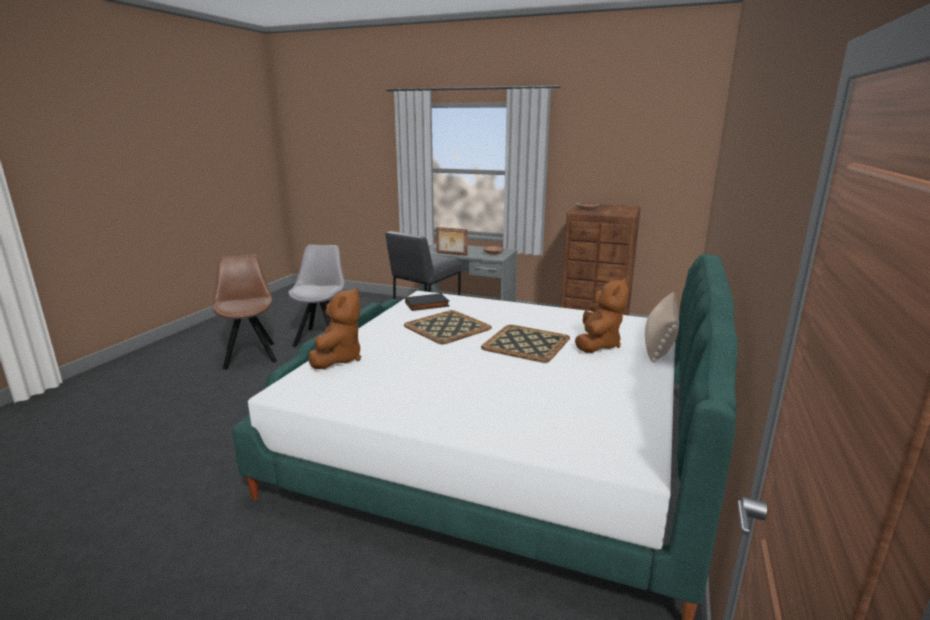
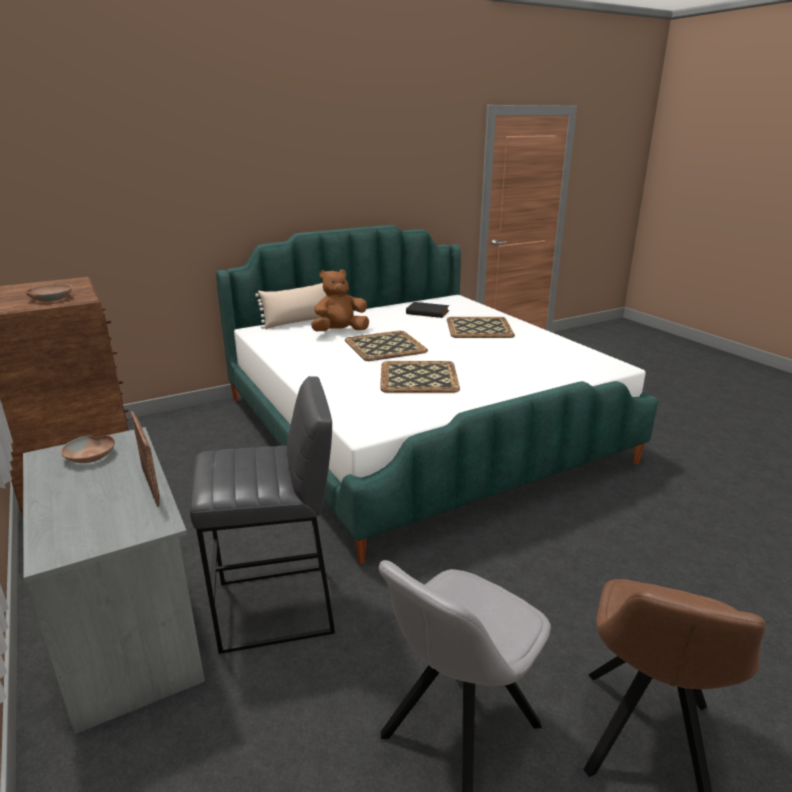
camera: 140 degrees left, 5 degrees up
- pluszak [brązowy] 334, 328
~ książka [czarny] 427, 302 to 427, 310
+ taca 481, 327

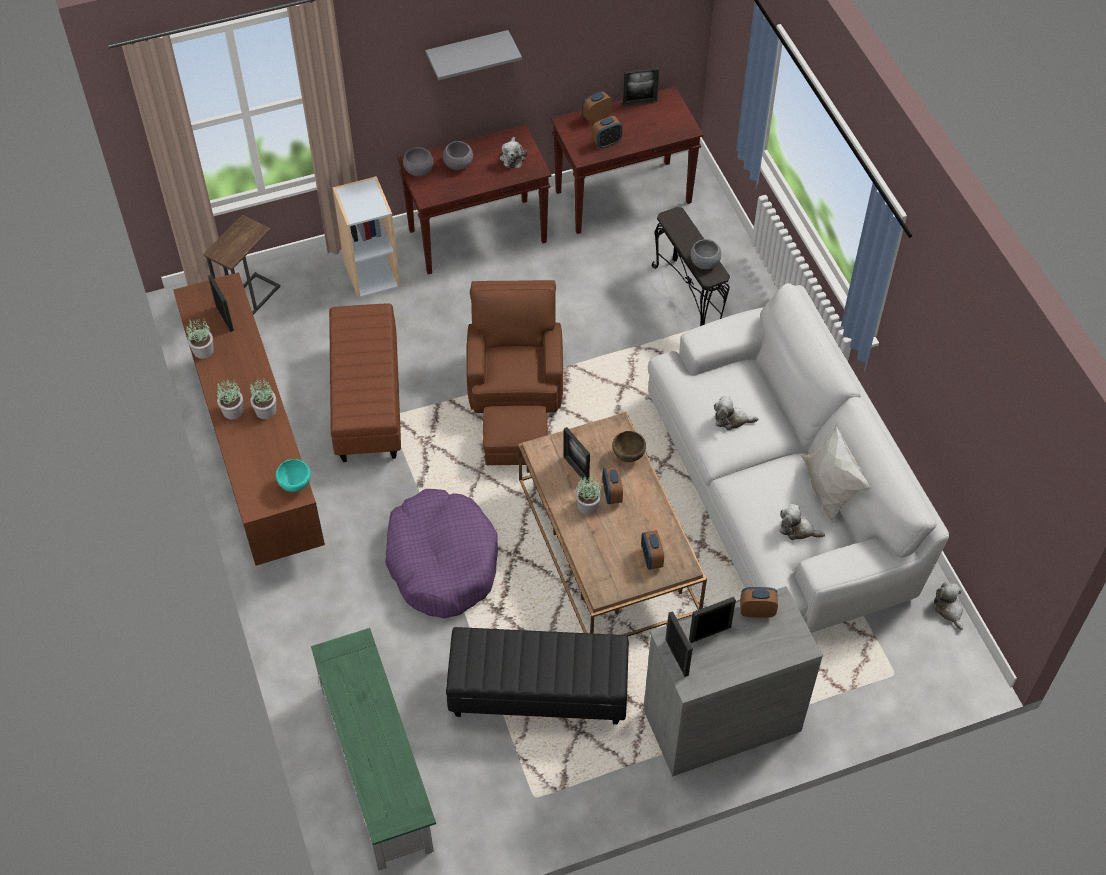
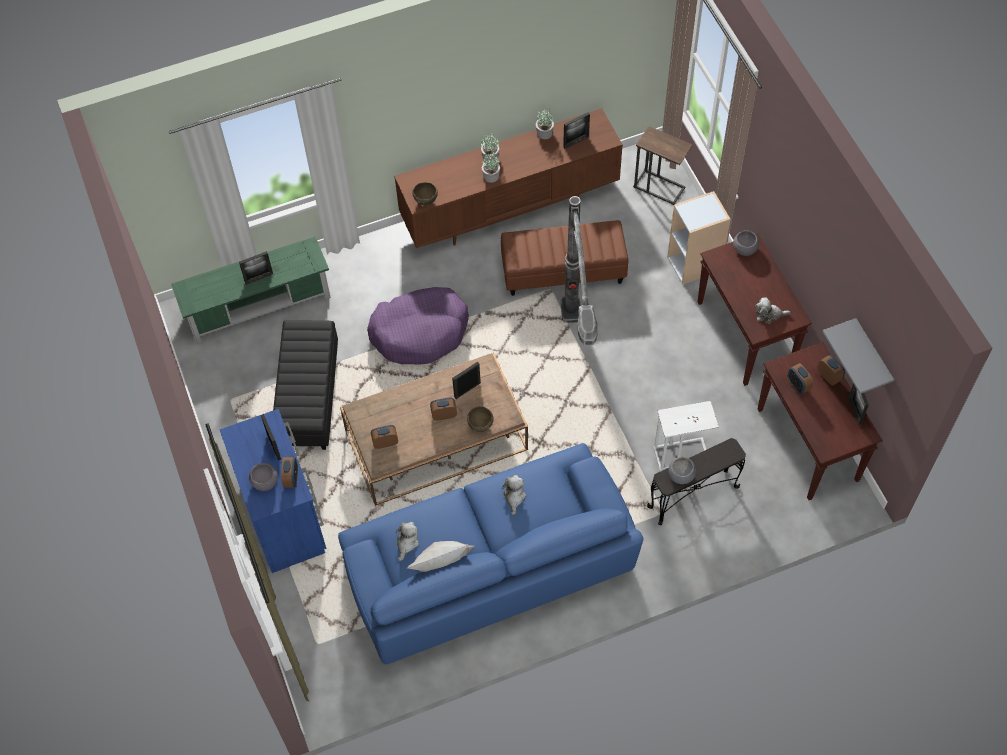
camera: 90 degrees right, 5 degrees up
~ miska [turkusowy] 293, 475 to miska [brązowy] 425, 193
~ półka [szary] 473, 55 to 858, 356
~ miska [szary] 458, 155 to 263, 477
~ fotel [brązowy] 514, 372 to lampa stojąca 579, 271
- roślina doniczkowa 588, 494
~ komoda [szary] 733, 681 to komoda [niebieski] 273, 491
~ kanapa [biały] 798, 458 to kanapa [niebieski] 490, 553
~ ramka na zdjęcie 679, 644 to 256, 268
- pluszak 948, 606
+ stolik [biały] 686, 436

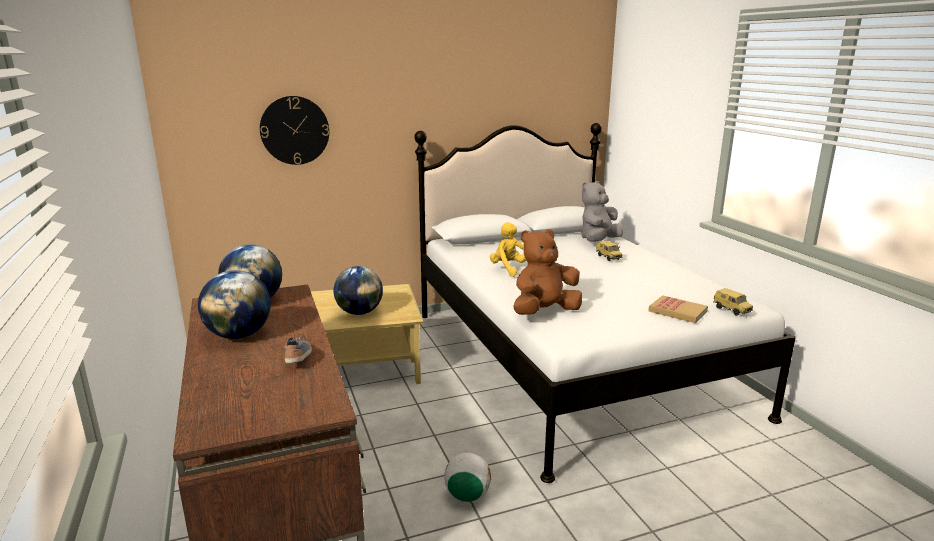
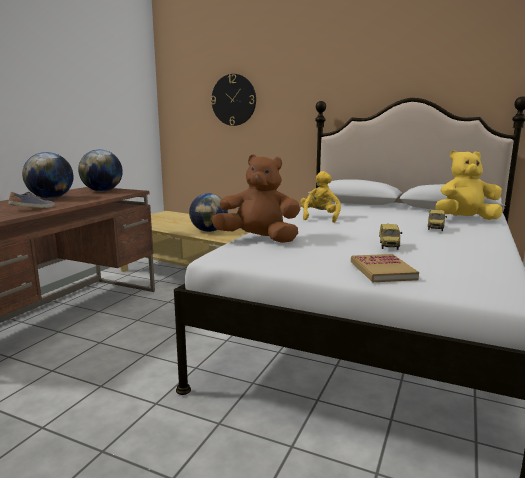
camera: 45 degrees right, 5 degrees down
- piłka futbolowa 467, 477
~ pluszak [szary] 602, 211 to pluszak [żółty] 469, 185
~ samochodzik 733, 302 to 390, 237

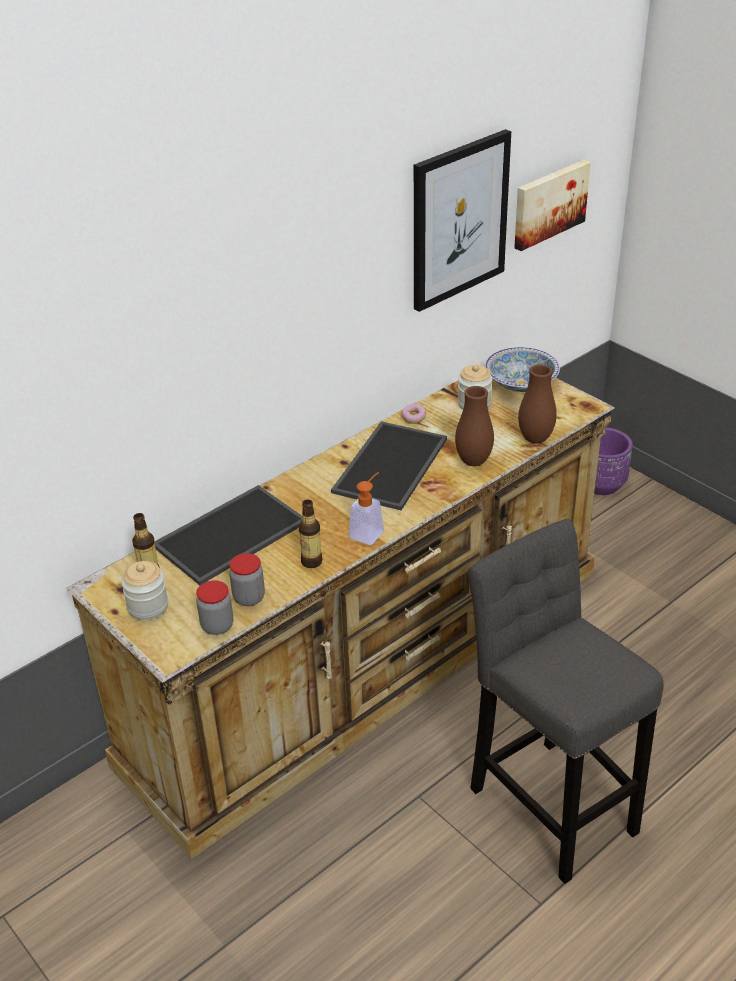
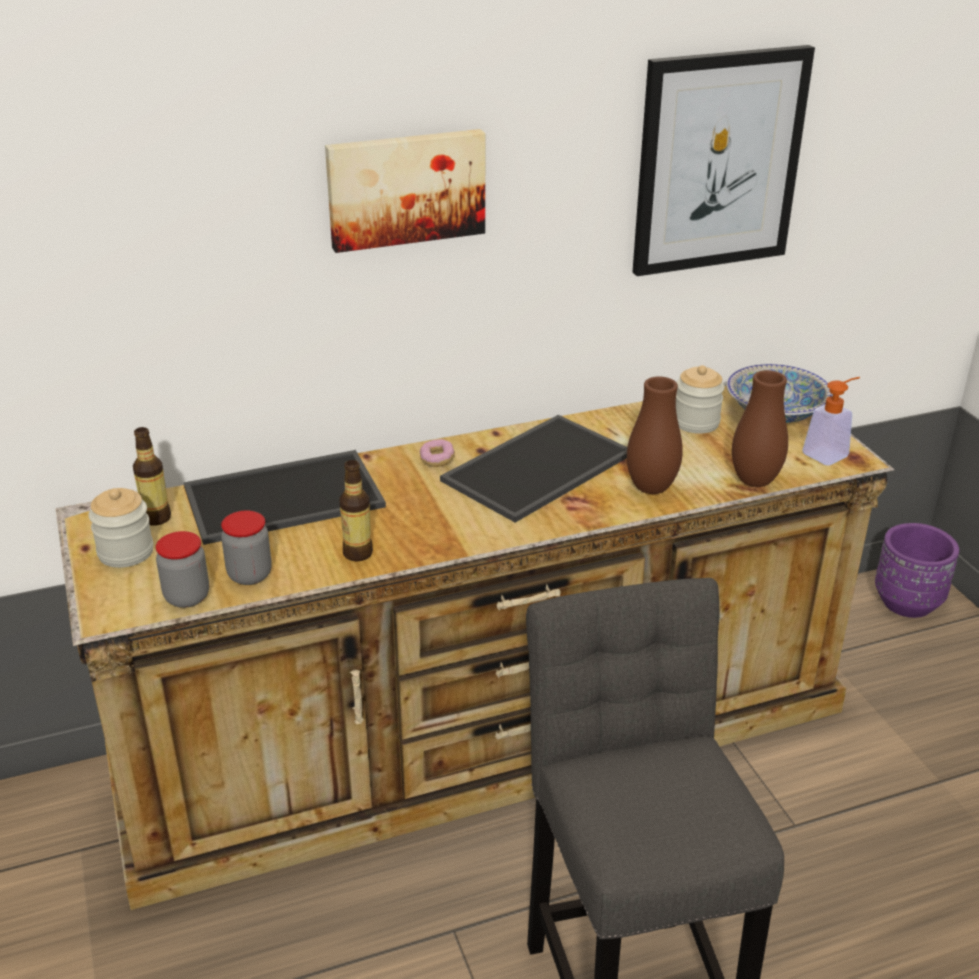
camera: 20 degrees right, 5 degrees down
~ dozownik mydła 366, 508 to 831, 421
~ donut 414, 414 to 437, 453
~ obraz 552, 205 to 405, 191

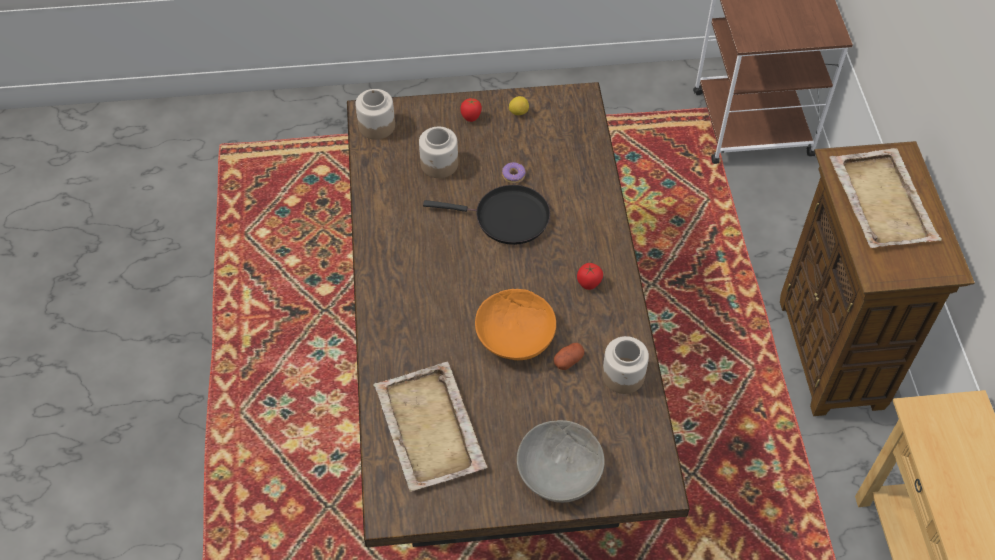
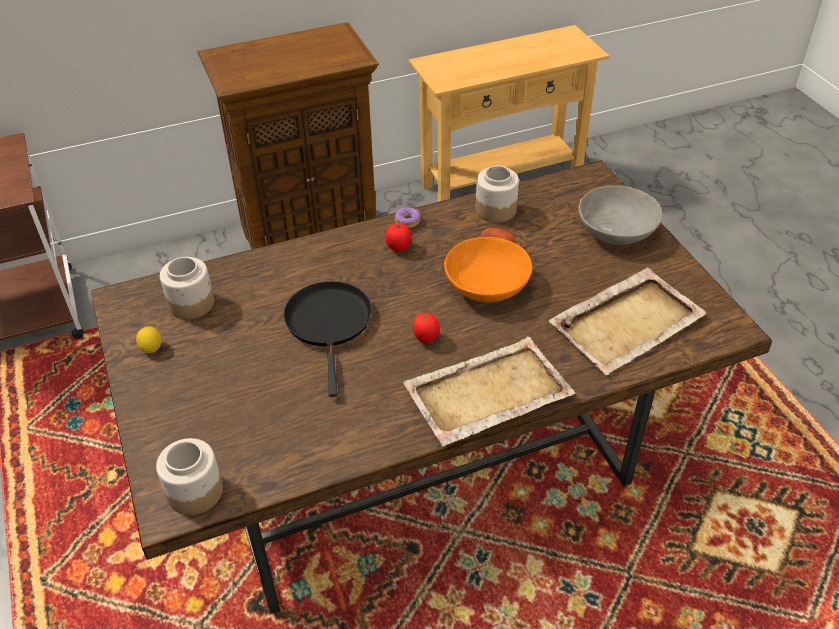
camera: 105 degrees left, 10 degrees down
~ słoik 438, 152 to 187, 288
~ pomidor 471, 110 to 426, 328
~ donut 514, 173 to 407, 217
~ taca [beżowy] 886, 198 to 489, 391

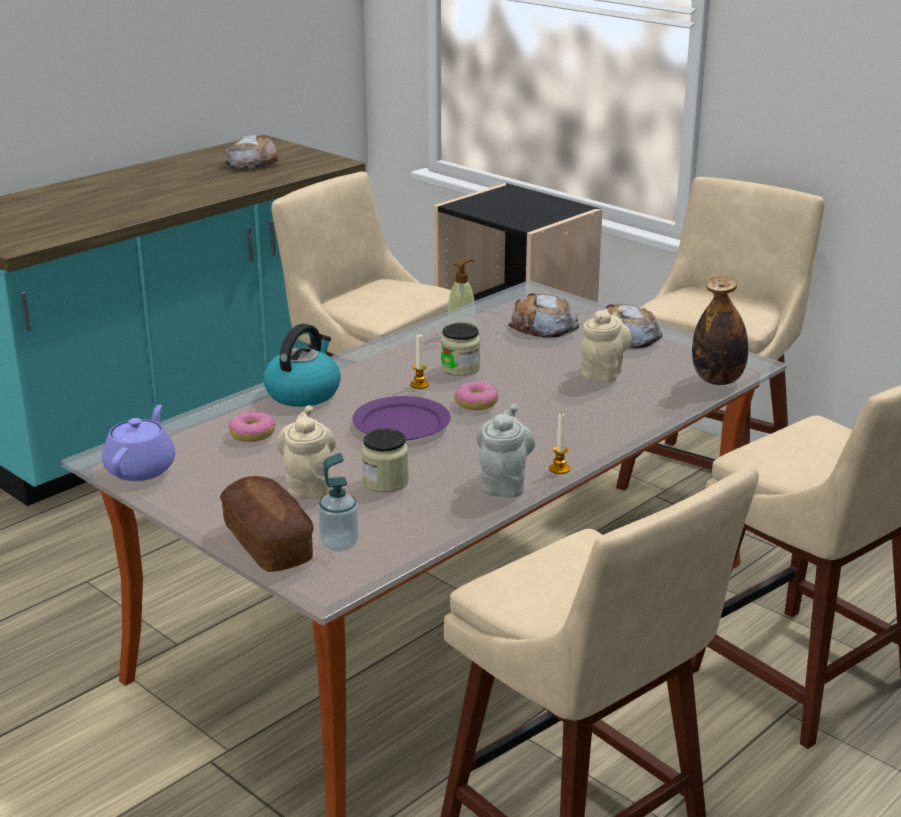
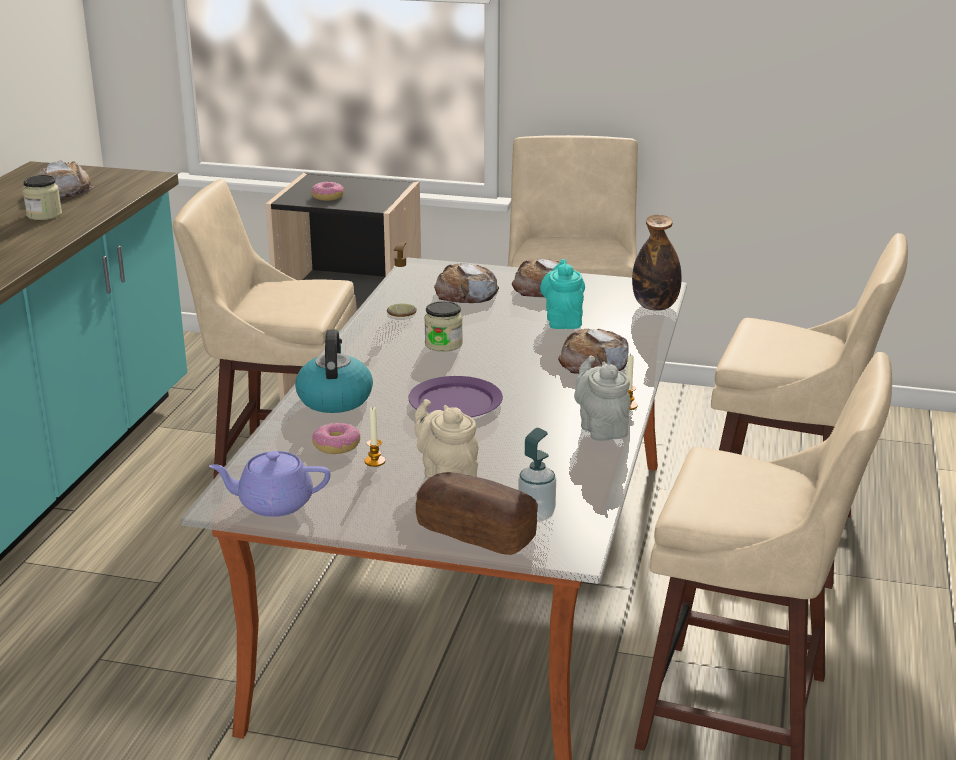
camera: 30 degrees left, 0 degrees up
~ imbryk [fioletowy] 138, 442 = 270, 484 75 degrees counterclockwise
~ słoik 385, 460 to 42, 197
~ świeca 419, 361 to 375, 437
~ donut 476, 395 to 327, 191
~ imbryk [beżowy] 606, 345 to imbryk [turkusowy] 562, 294
+ chleb 593, 351

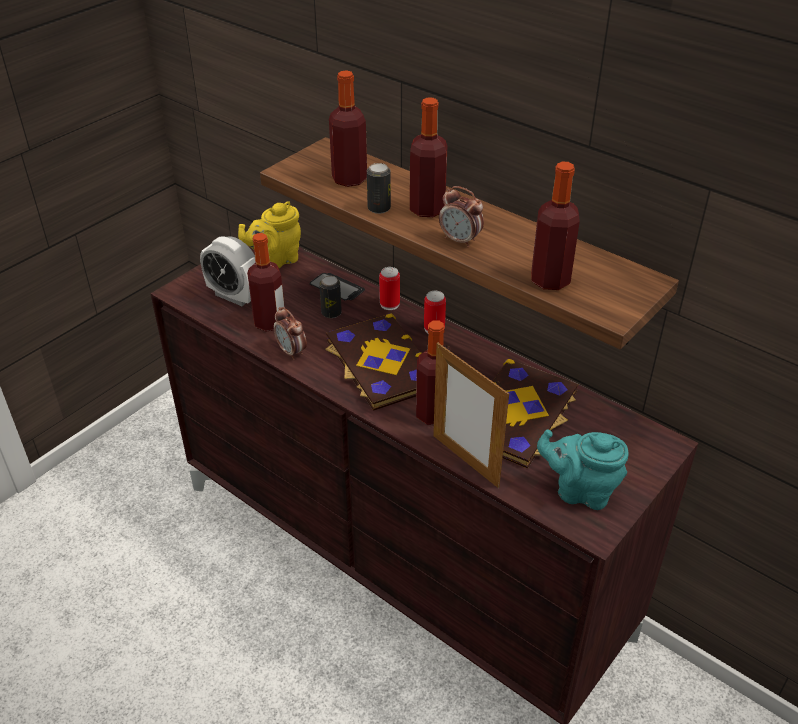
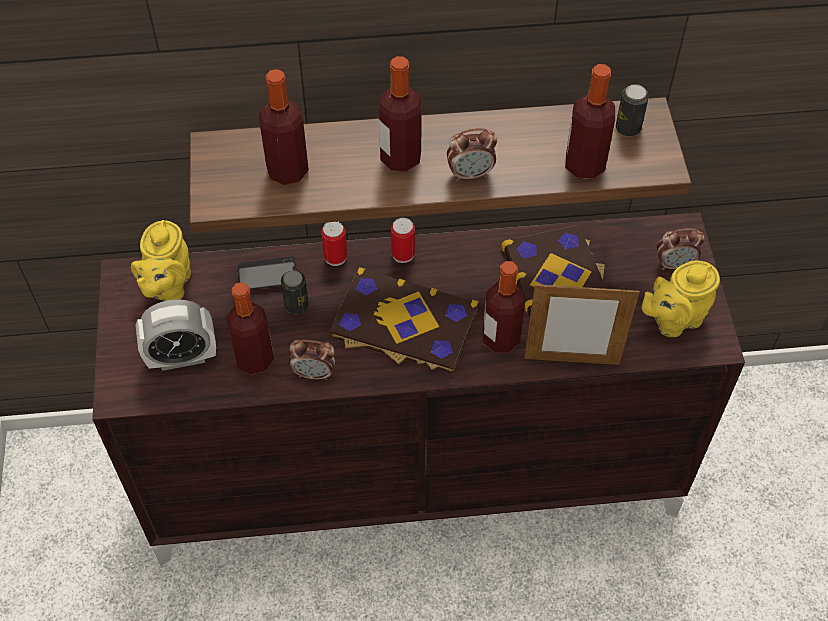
camera: 45 degrees left, 15 degrees up
~ puszka 379, 188 to 632, 110
~ imbryk [turkusowy] 583, 469 to imbryk [żółty] 680, 298
+ budzik 680, 249

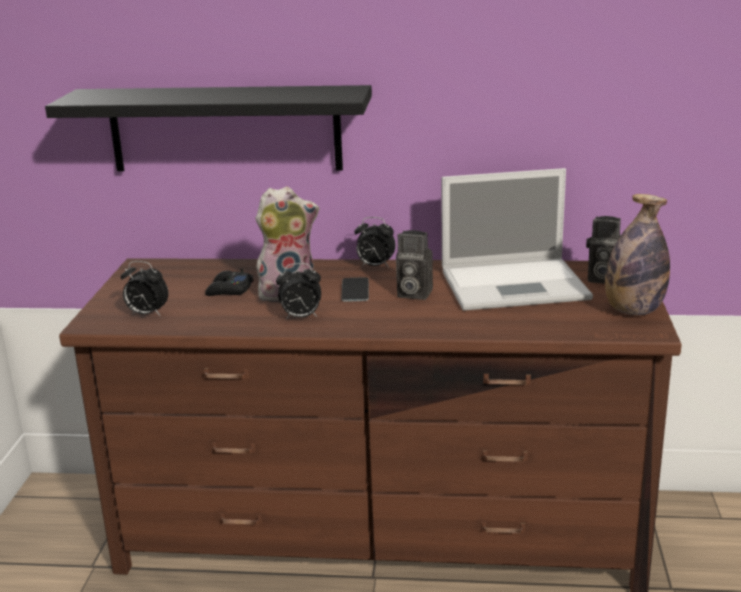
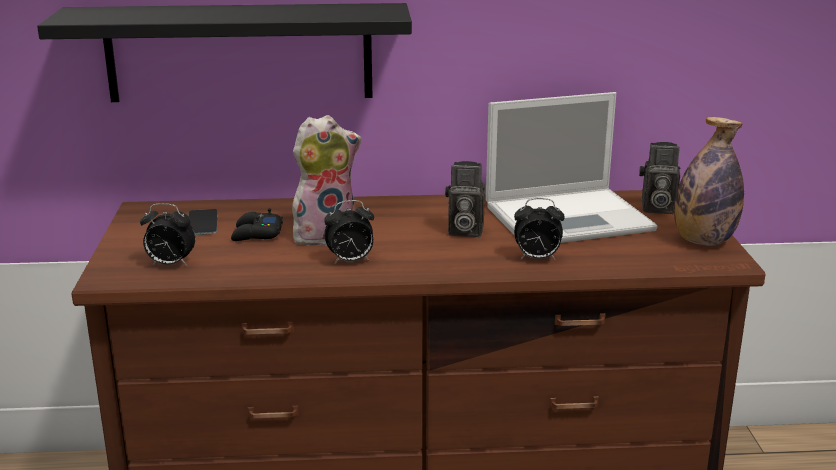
camera: 10 degrees left, 0 degrees up
~ telefon 355, 289 to 203, 222
~ budzik 375, 242 to 539, 229

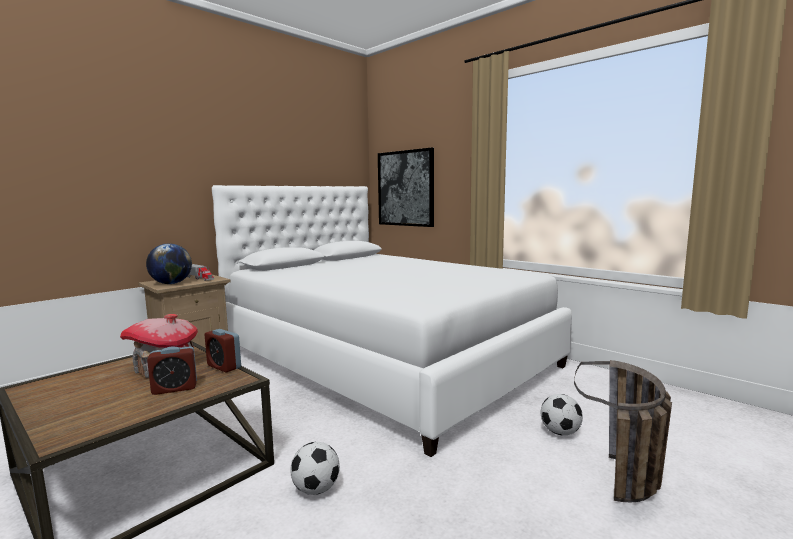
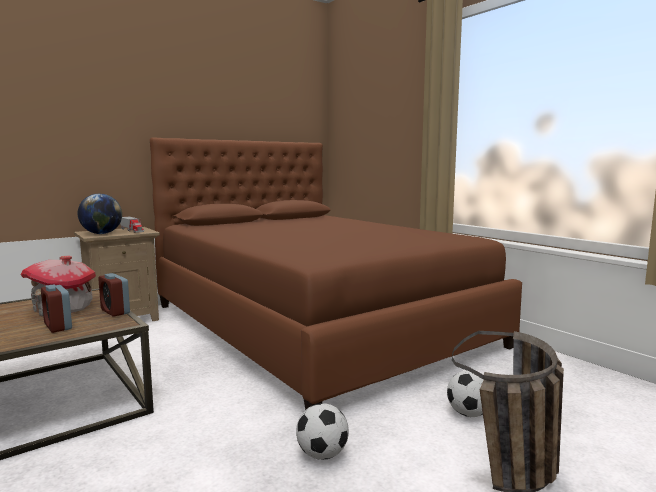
camera: 10 degrees right, 0 degrees up
~ budzik 172, 371 = 56, 308 60 degrees clockwise
~ łóżko [biały] 392, 321 to łóżko [brązowy] 336, 273
~ piłka futbolowa 315, 468 to 322, 431
- obraz 406, 187

